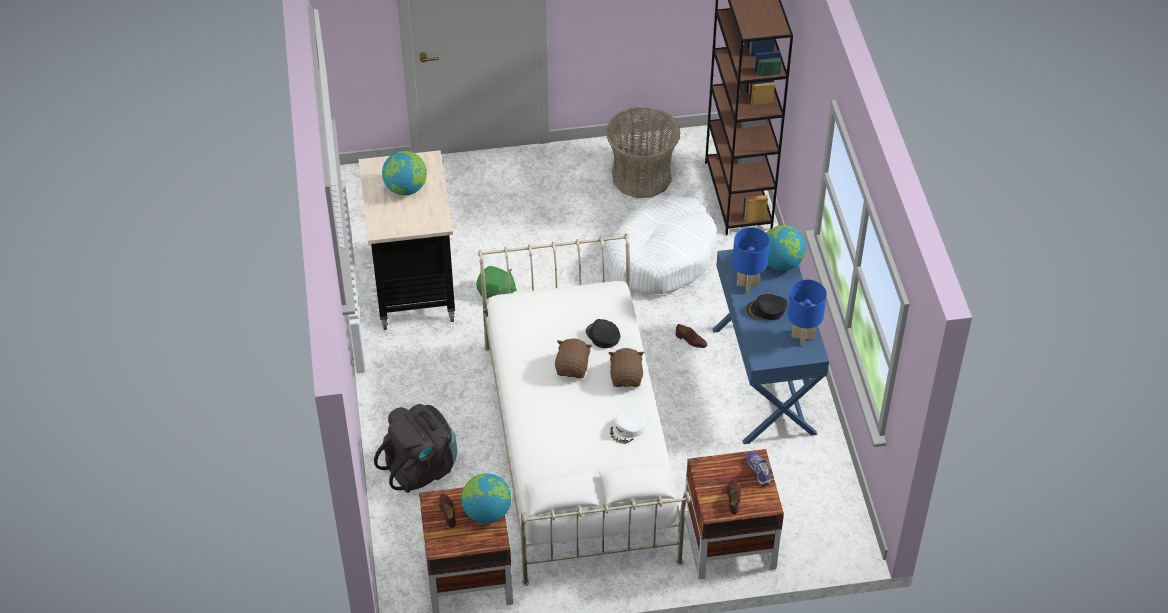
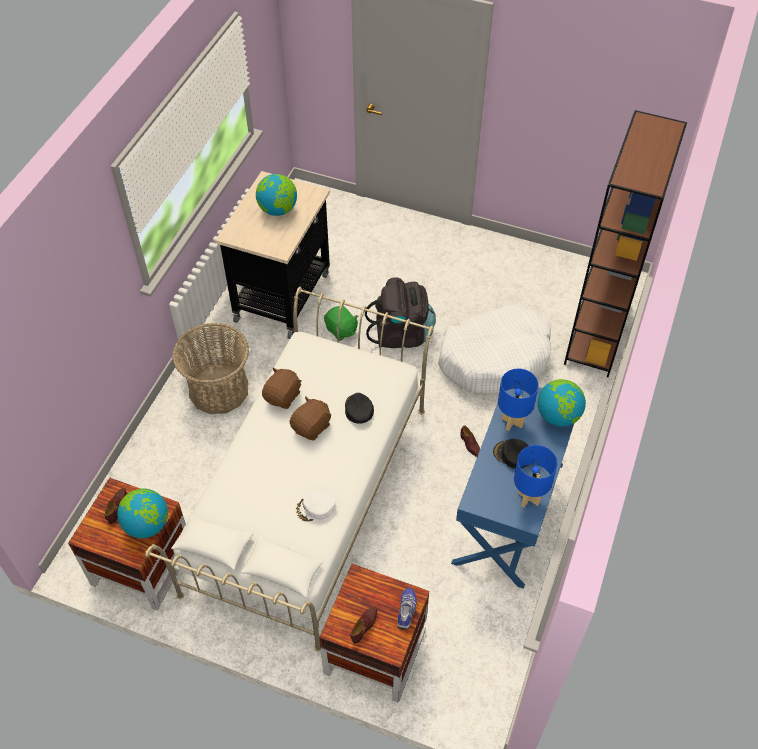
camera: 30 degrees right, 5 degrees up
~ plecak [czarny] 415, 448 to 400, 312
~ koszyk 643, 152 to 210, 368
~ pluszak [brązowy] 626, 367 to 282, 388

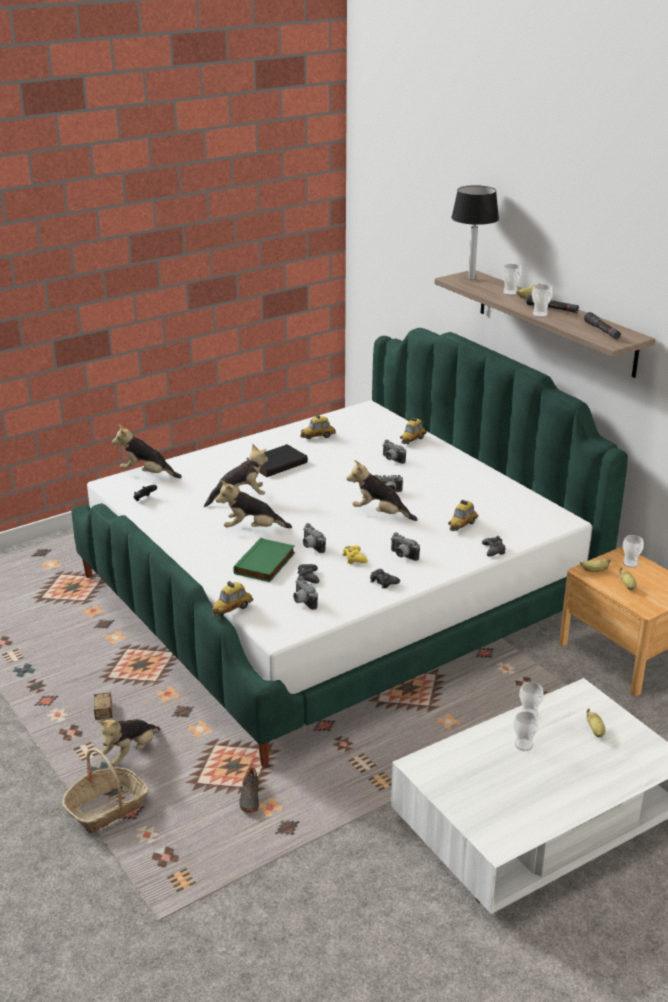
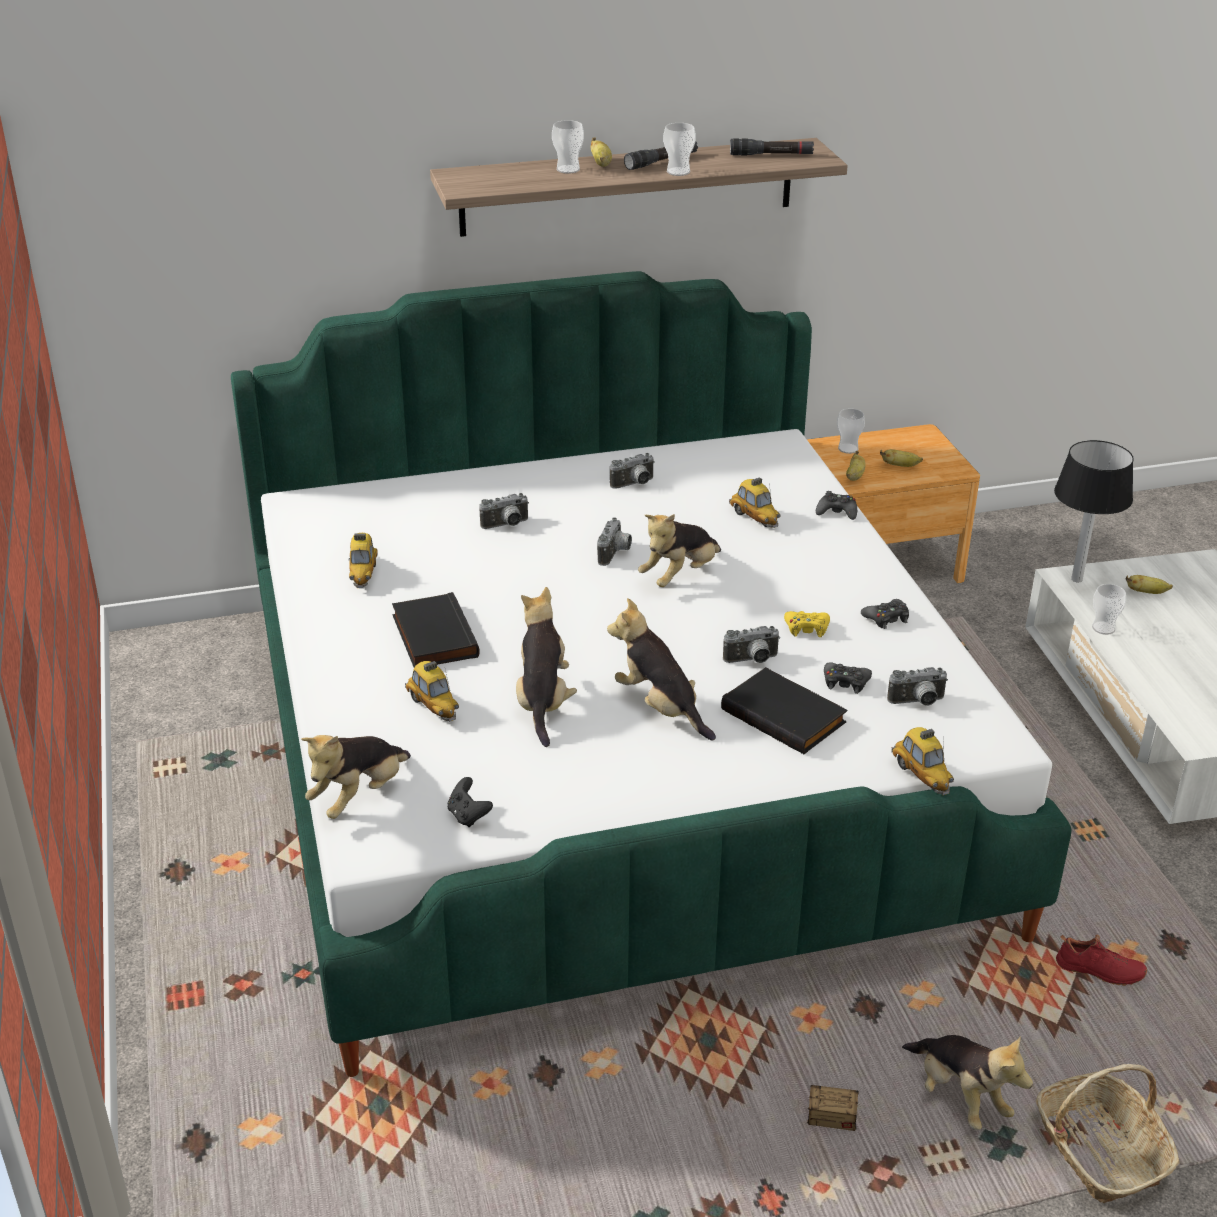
camera: 70 degrees left, 5 degrees up
~ pluszak 254, 504 = 661, 669 120 degrees clockwise
~ książka [zielony] 264, 560 to książka [czarny] 784, 710
~ but [czarny] 249, 788 to but [czerwony] 1101, 960
~ aparat fotograficzny 405, 547 to 632, 471
~ samochodzik 413, 430 to 432, 691
~ lampa stołowa 475, 232 to 1094, 511
- filiżanka 525, 731

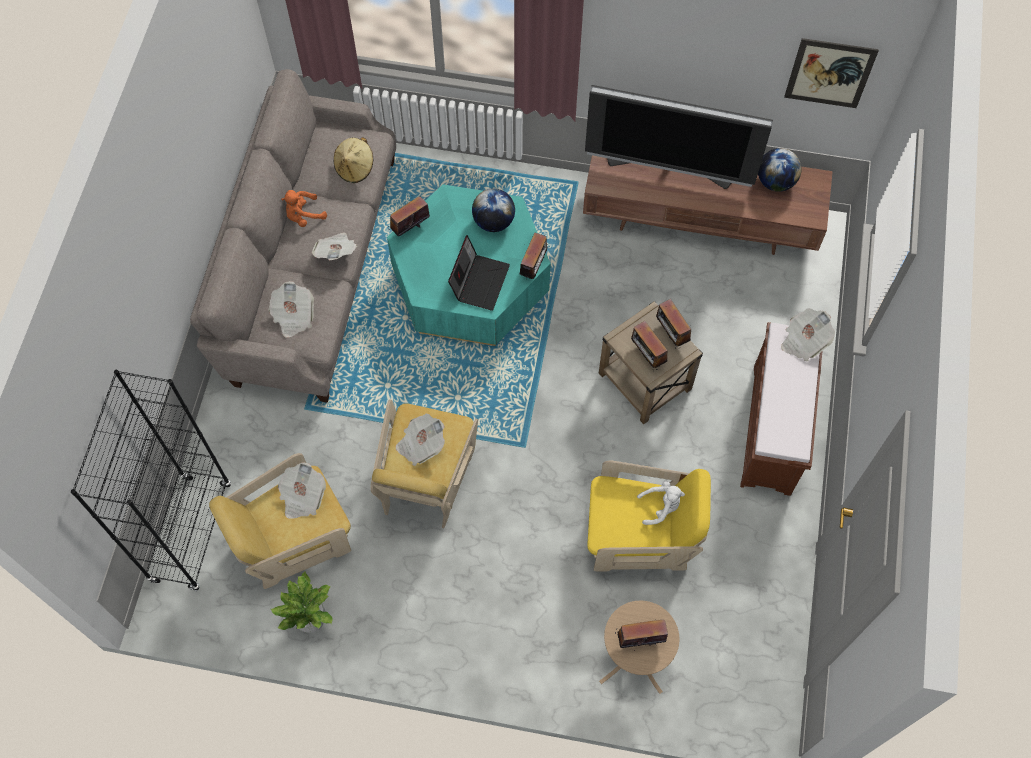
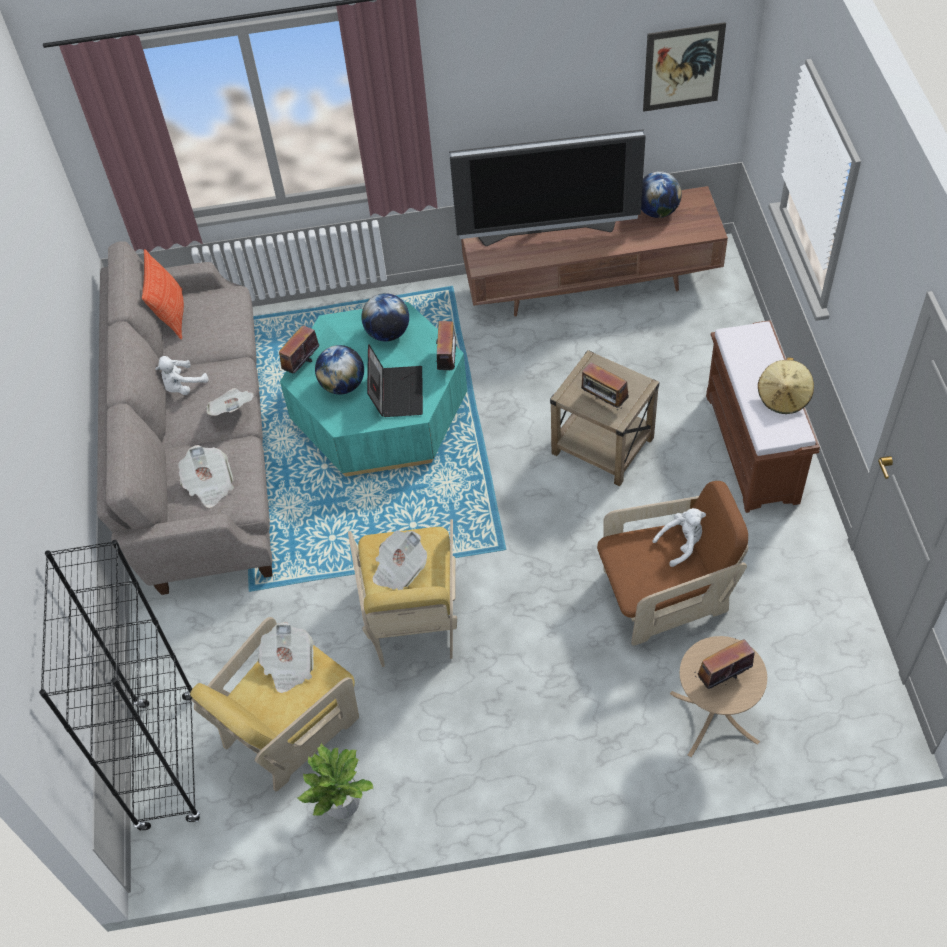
camera: 15 degrees left, 10 degrees down
~ pluszak [pomarańczowy] 304, 208 to pluszak [biały] 182, 375
~ kapelusz [beżowy] 353, 160 to 786, 385
~ fotel [żółty] 649, 516 to fotel [brązowy] 672, 563
- radio 673, 323
- gazeta 808, 334
+ poduszka [pomarańczowy] 163, 294
+ globus 339, 369

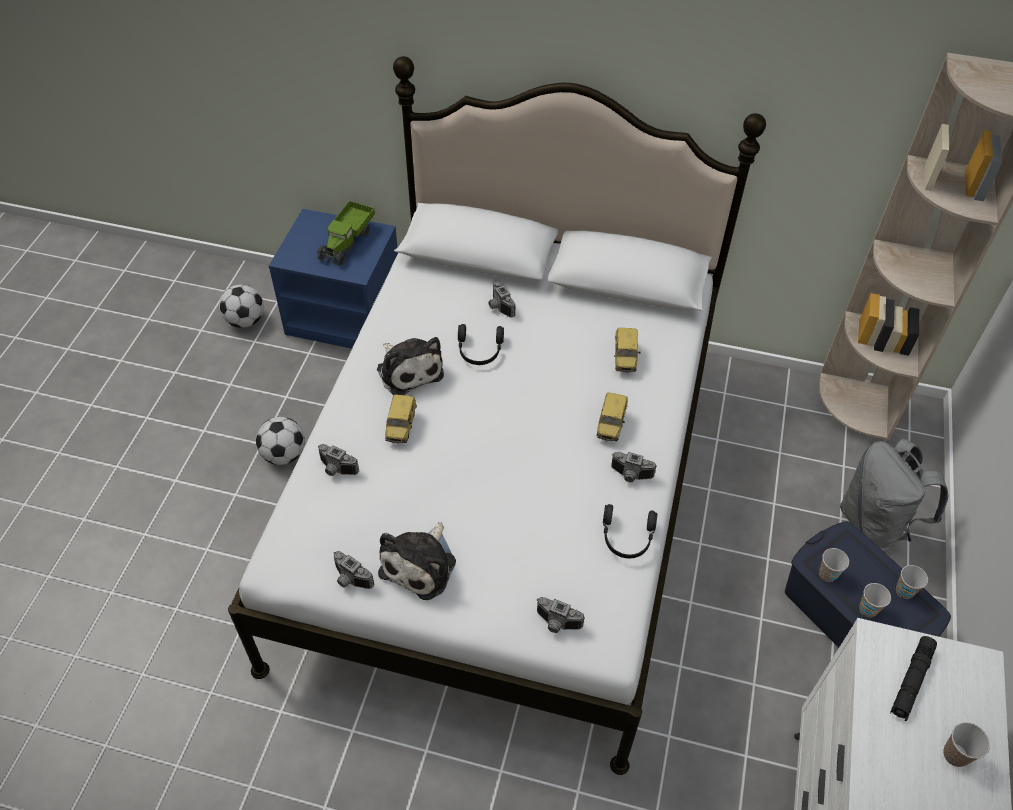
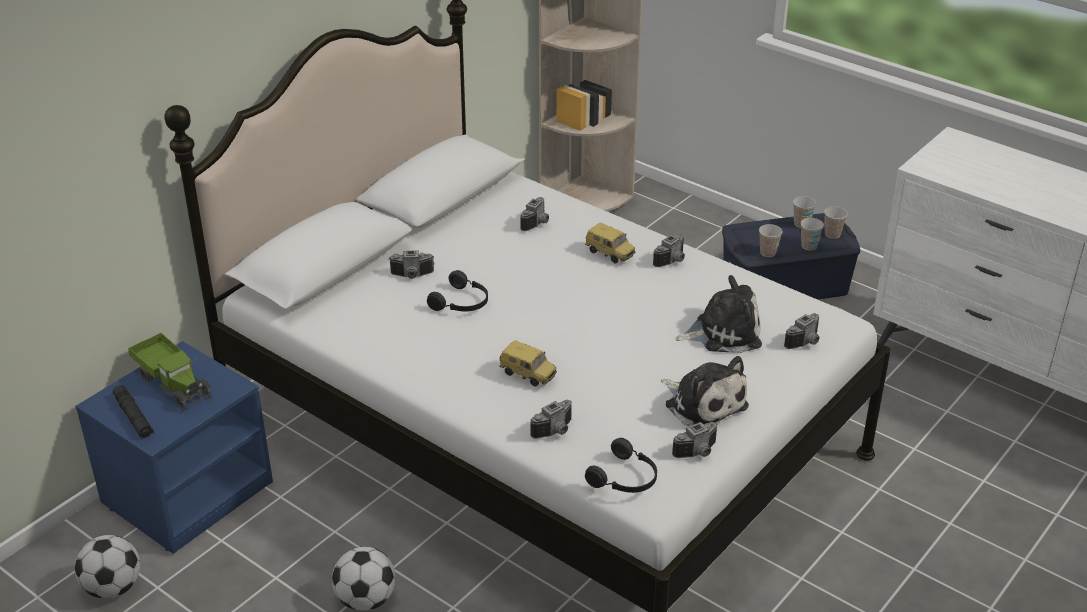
camera: 65 degrees left, 15 degrees down
~ pluszak 410, 366 to 718, 314
~ słuchawki [czarny] 630, 531 to 621, 465
~ samochodzik 627, 350 to aparat fotograficzny 534, 214
- plecak [szary] 894, 496
~ latarka [czarny] 913, 678 to 133, 411
~ filiżanka 966, 744 to 835, 223

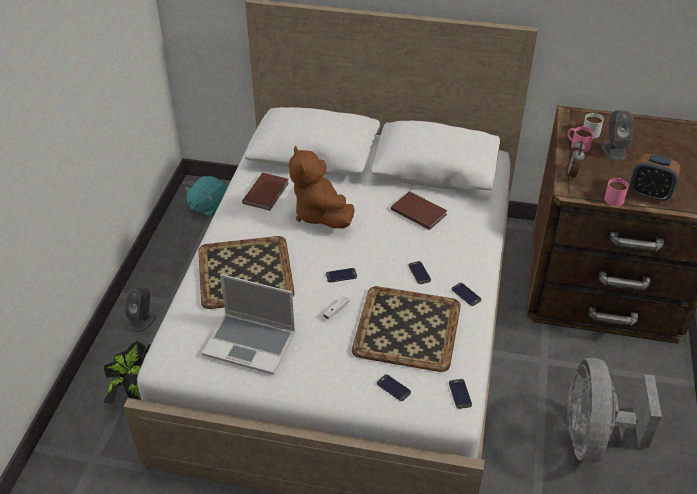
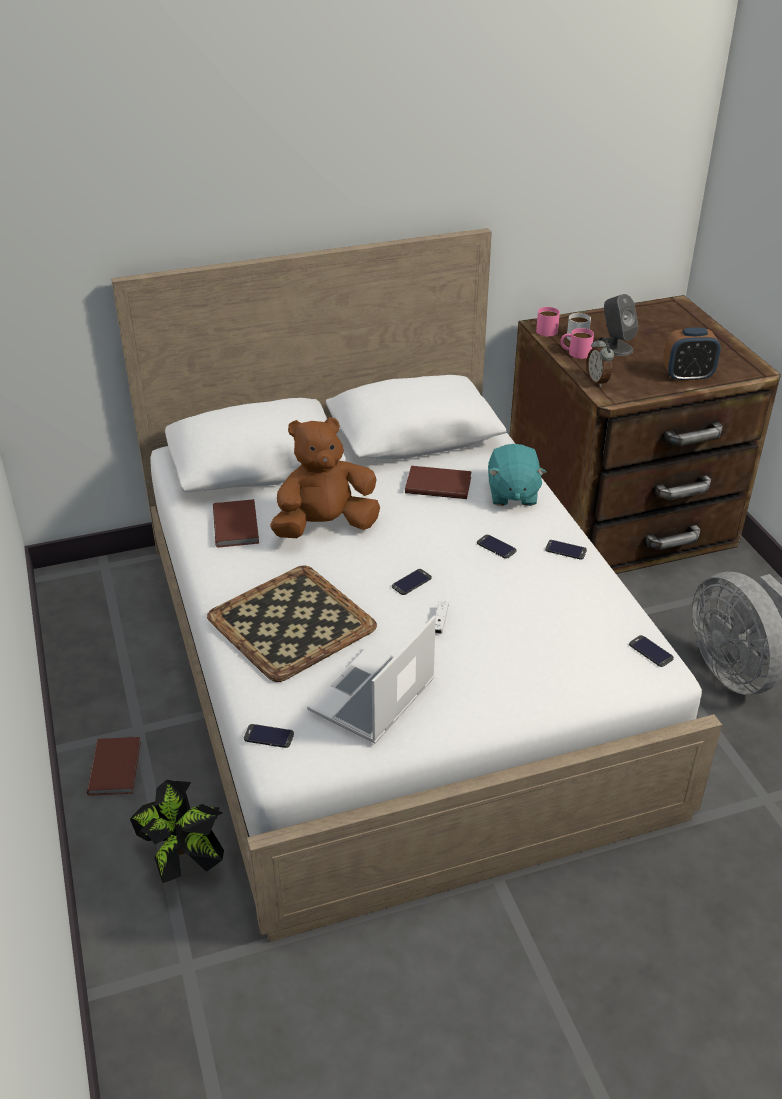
camera: 30 degrees left, 5 degrees down
~ głośnik [szary] 140, 309 to książka [brązowy] 114, 766
~ pluszak [turkusowy] 205, 196 to 517, 475
~ laptop 248, 324 = 371, 679 135 degrees clockwise
~ pluszak [brązowy] 322, 186 = 325, 477 120 degrees clockwise
- taca 406, 329
~ telefon 394, 387 to 269, 736
~ kubek [różowy] 616, 192 to 548, 321

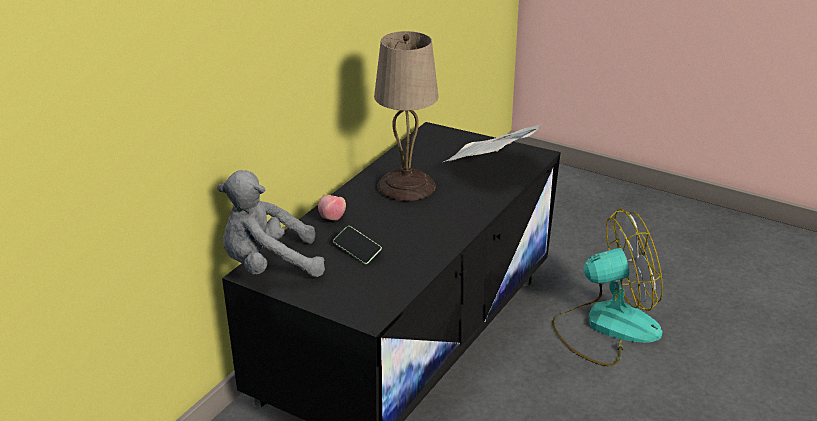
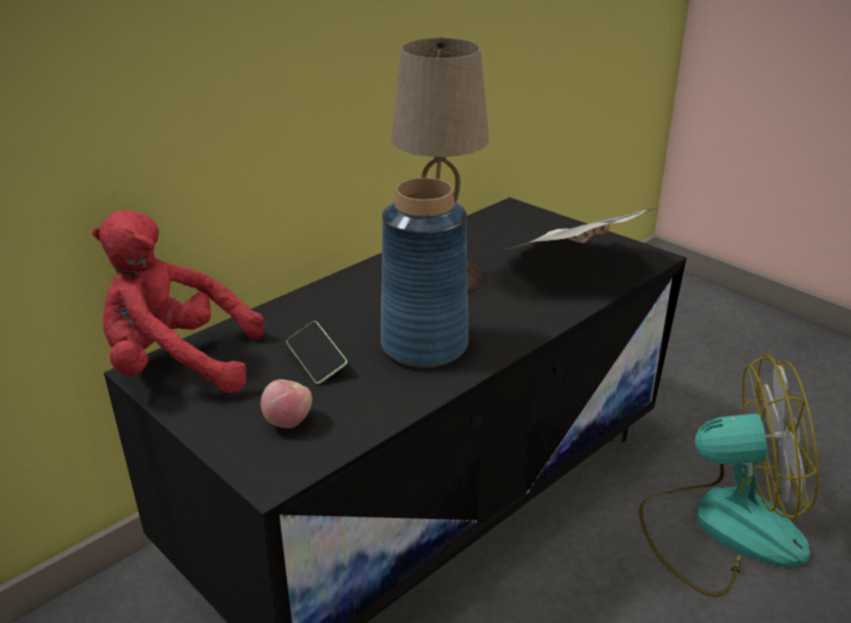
camera: 15 degrees right, 0 degrees up
~ pluszak [szary] 271, 223 to pluszak [czerwony] 178, 301
~ jabłko 332, 208 to 286, 403
+ wazon [niebieski] 424, 273

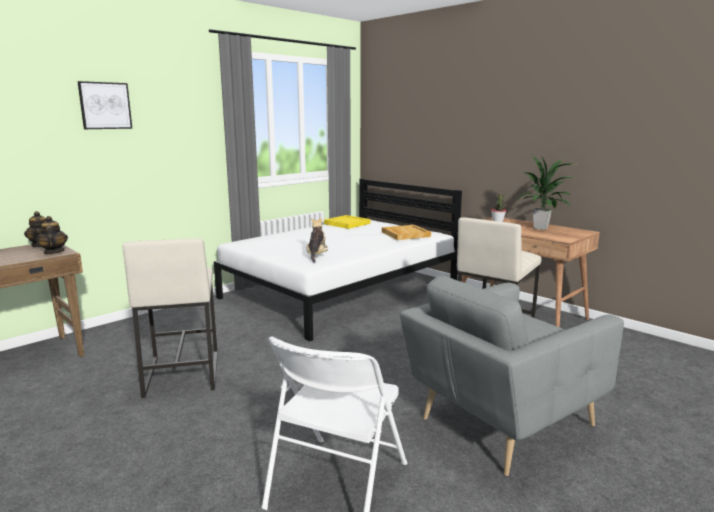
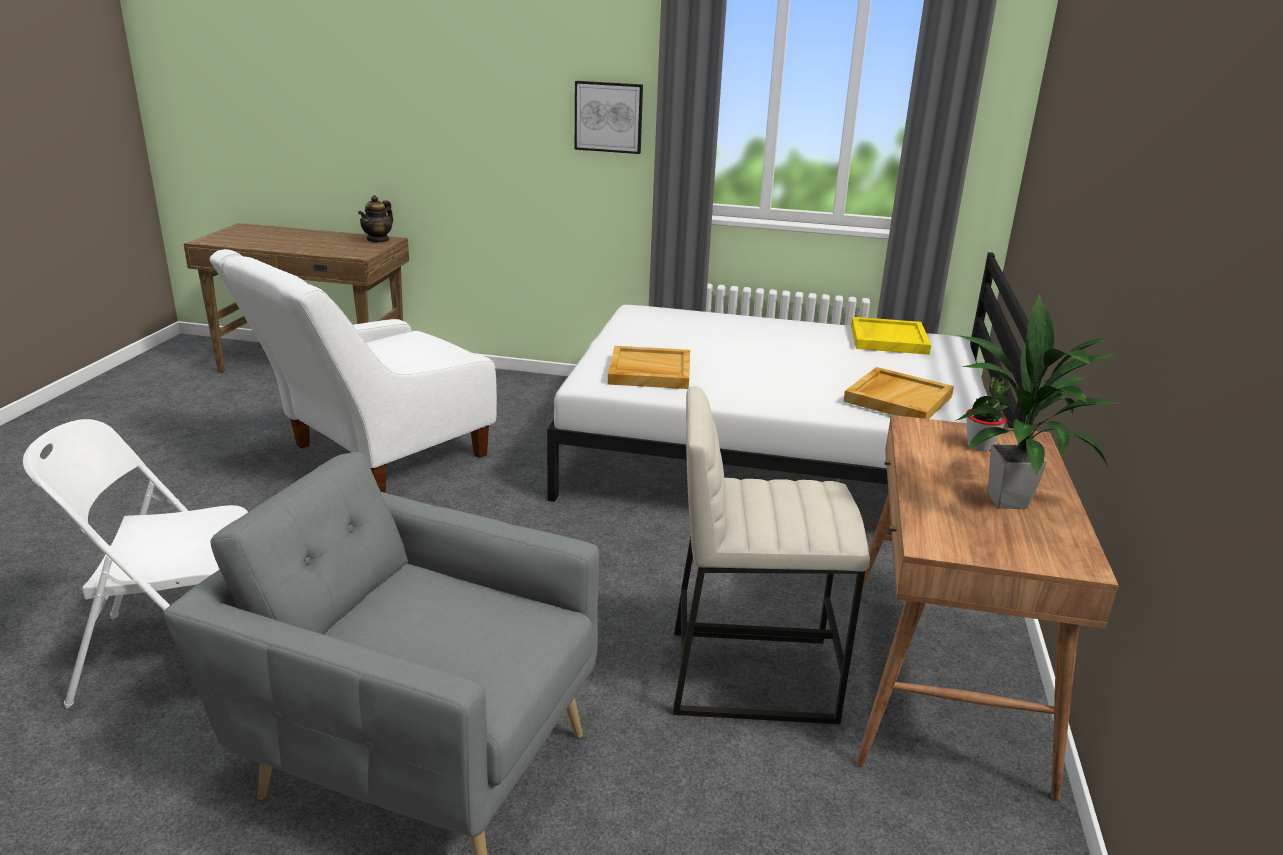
camera: 55 degrees right, 10 degrees up
- imbryk 52, 235
~ obraz 104, 105 to 609, 117
~ stołek [beżowy] 170, 318 to fotel [biały] 353, 371
~ pluszak 317, 240 to taca [beżowy] 649, 367

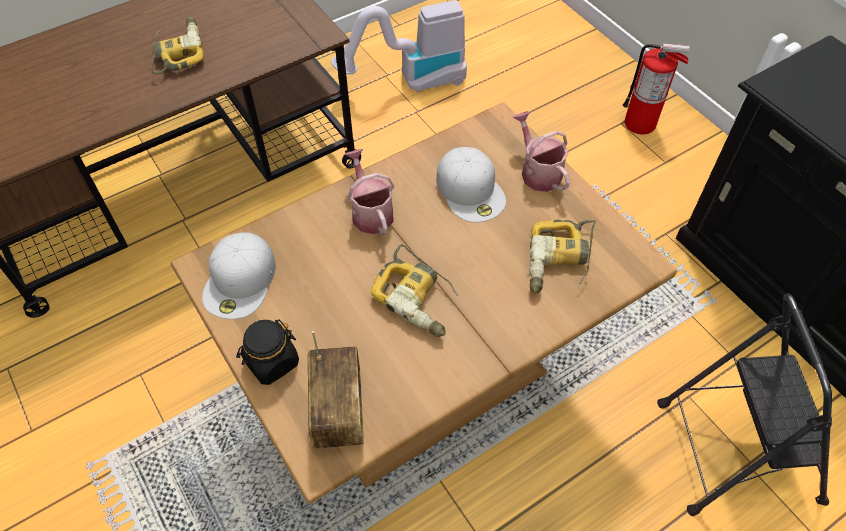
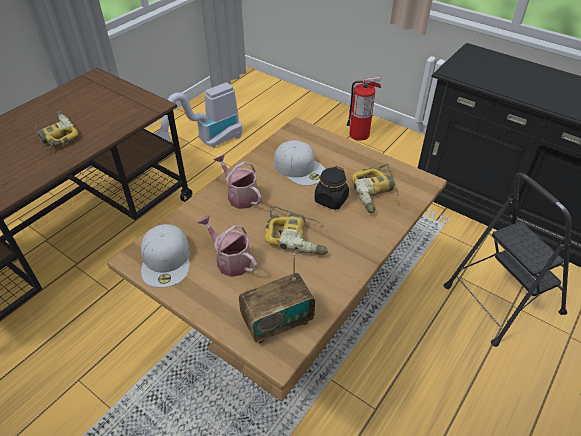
camera: 20 degrees left, 10 degrees down
~ słoik [czarny] 267, 352 to 331, 188
~ radio 336, 390 = 277, 299 90 degrees clockwise
~ konewka 541, 151 to 227, 246

